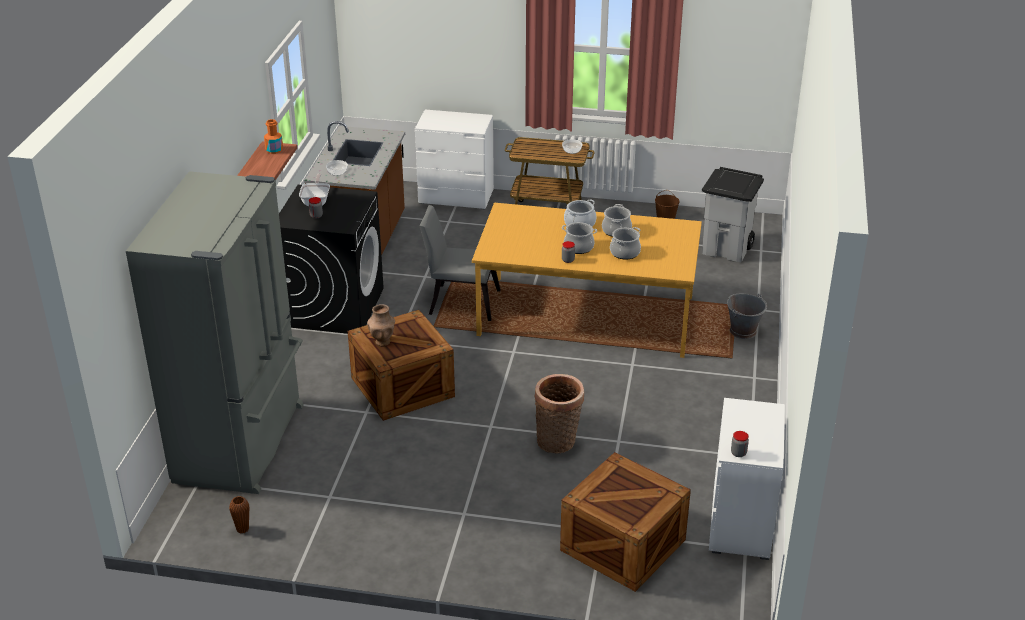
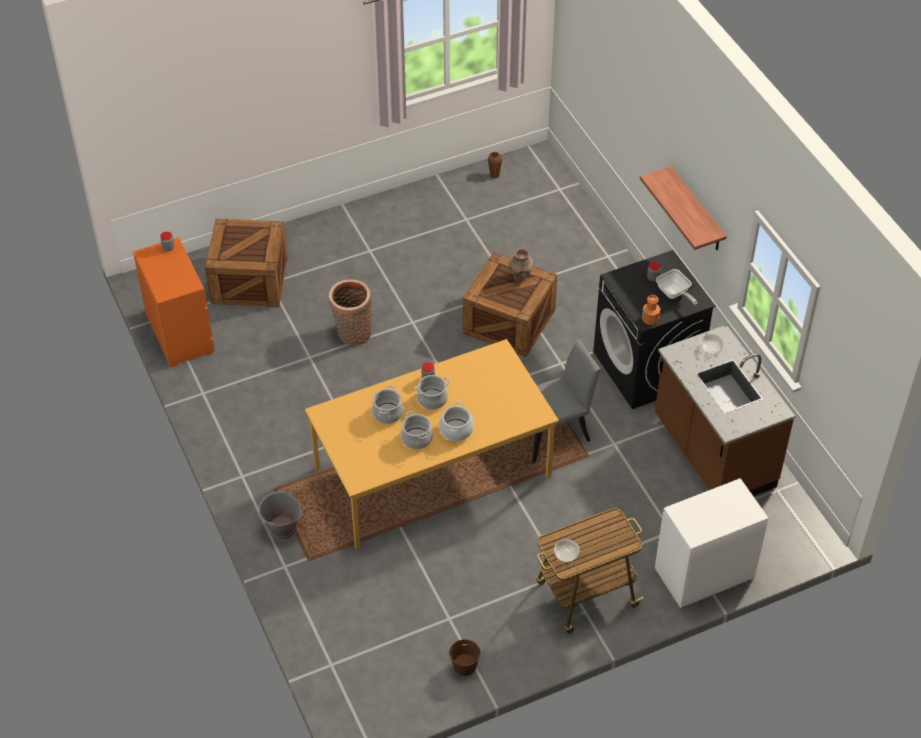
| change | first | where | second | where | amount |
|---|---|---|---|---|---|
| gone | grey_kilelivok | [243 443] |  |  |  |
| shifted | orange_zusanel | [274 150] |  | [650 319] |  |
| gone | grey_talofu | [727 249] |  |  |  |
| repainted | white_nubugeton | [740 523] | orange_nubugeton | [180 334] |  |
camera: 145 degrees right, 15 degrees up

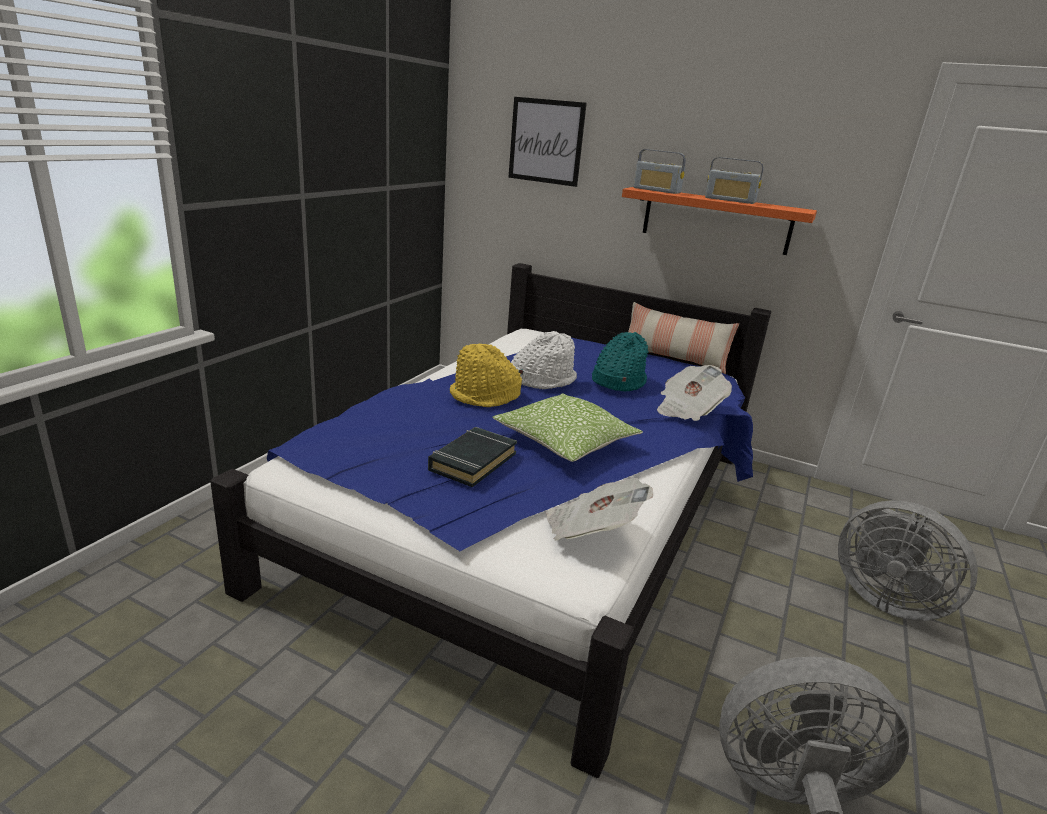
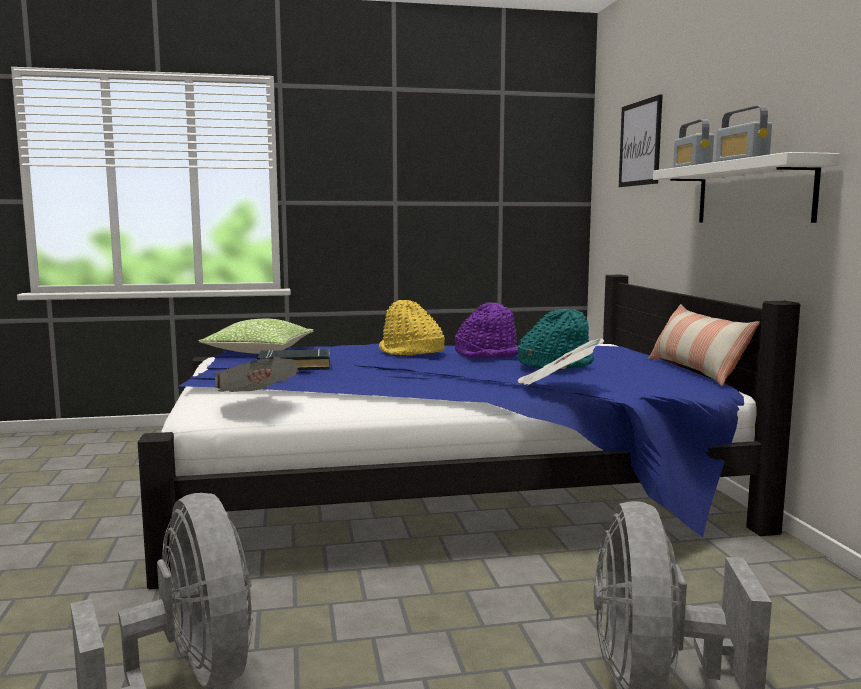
| change | first | where | second | where | amount |
|---|---|---|---|---|---|
| shifted | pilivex | [565 442] |  | [259 351] |  |
| repainted | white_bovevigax | [543 379] | purple_bovevigax | [488 354] |  |
| repainted | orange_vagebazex | [716 220] | white_vagebazex | [753 193] |  |
camera: 55 degrees right, 15 degrees down

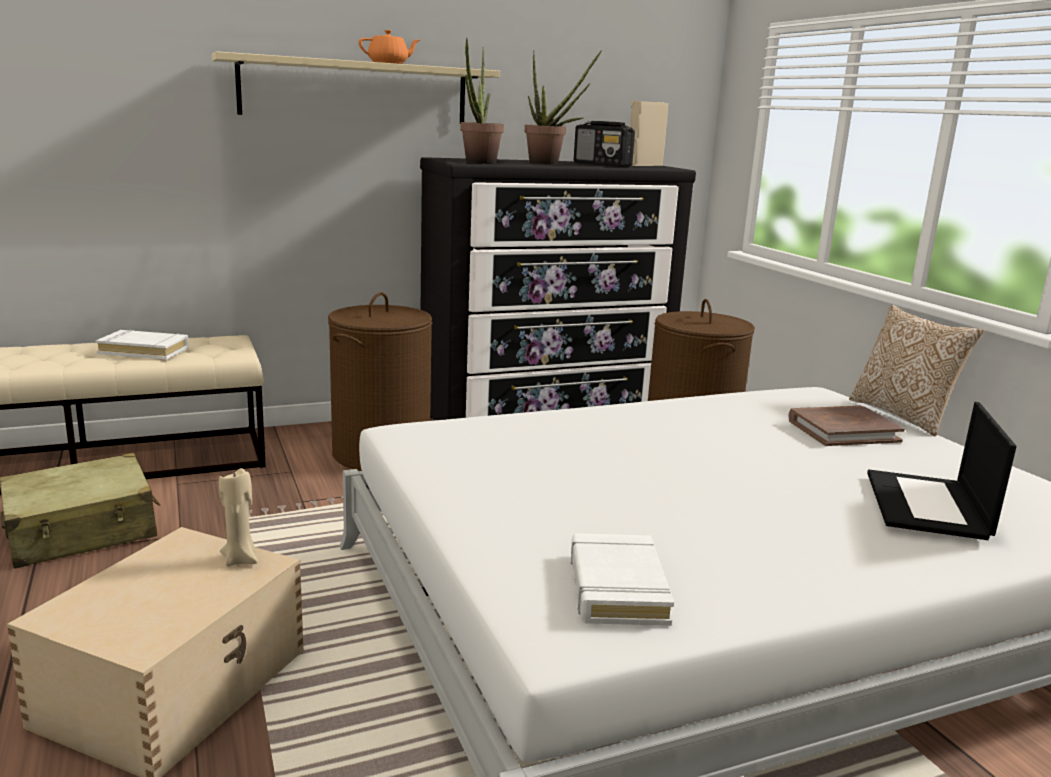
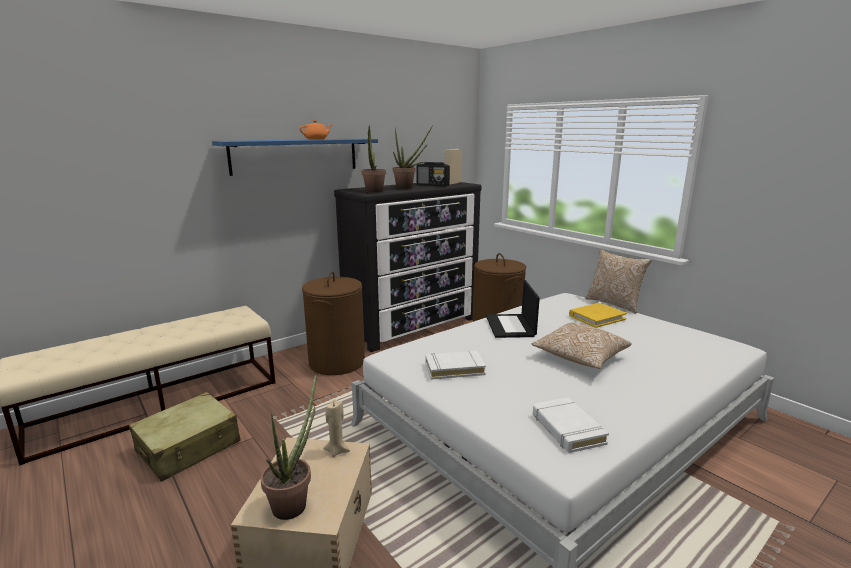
| change | first | where | second | where | amount |
|---|---|---|---|---|---|
| shifted | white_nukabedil | [144 350] |  | [454 369] |  |
| repainted | beige_vagebazex | [355 91] | blue_vagebazex | [296 155] |  |
| repainted | brown_nukabedil | [843 431] | yellow_nukabedil | [596 317] |  |
| shifted | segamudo | [928 506] |  | [510 326] |  |
| new |  |  | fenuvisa | [294 502] |  |
| new |  |  | pilivex | [580 357] |  |
camera: 15 degrees left, 0 degrees up

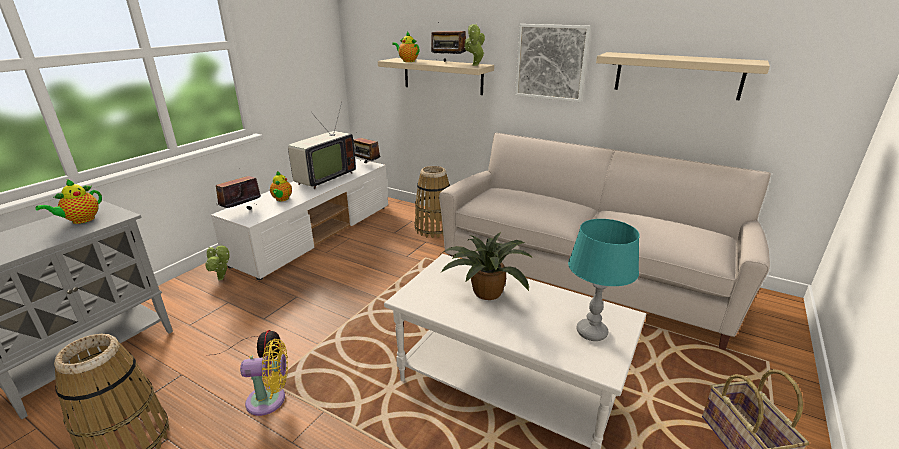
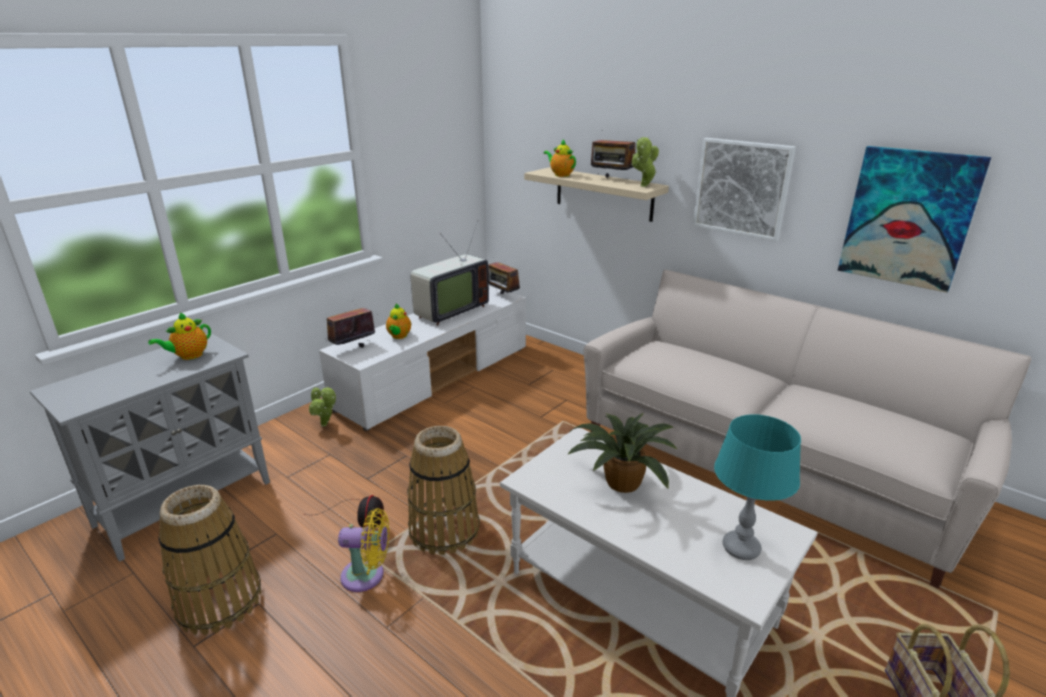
| change | first | where | second | where | amount |
|---|---|---|---|---|---|
| shifted | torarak | [434 228] |  | [444 530] |  |
| swapped | beige_vagebazex | [677 75] | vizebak | [908 218] |  |
camera: 10 degrees right, 0 degrees up

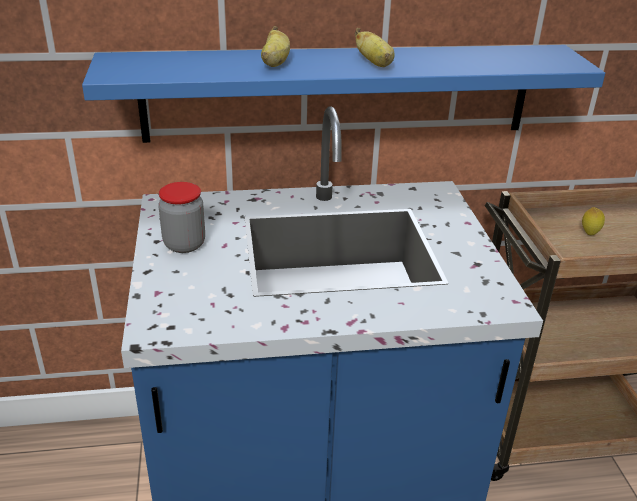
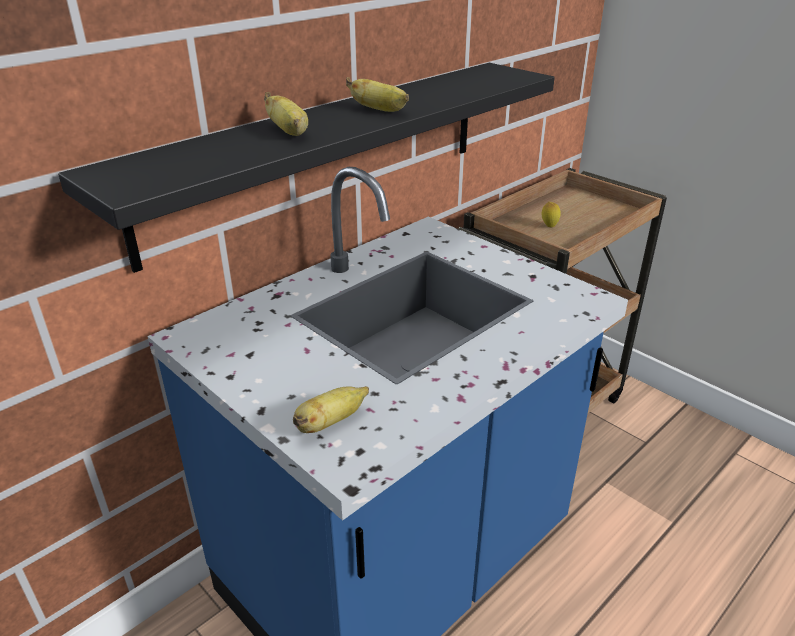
| change | first | where | second | where | amount |
|---|---|---|---|---|---|
| repainted | blue_vagebazex | [338 93] | black_vagebazex | [324 154] |  |
| gone | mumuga | [184 244] |  |  |  |
| new |  |  | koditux | [330 422] |  |
camera: 35 degrees left, 0 degrees up

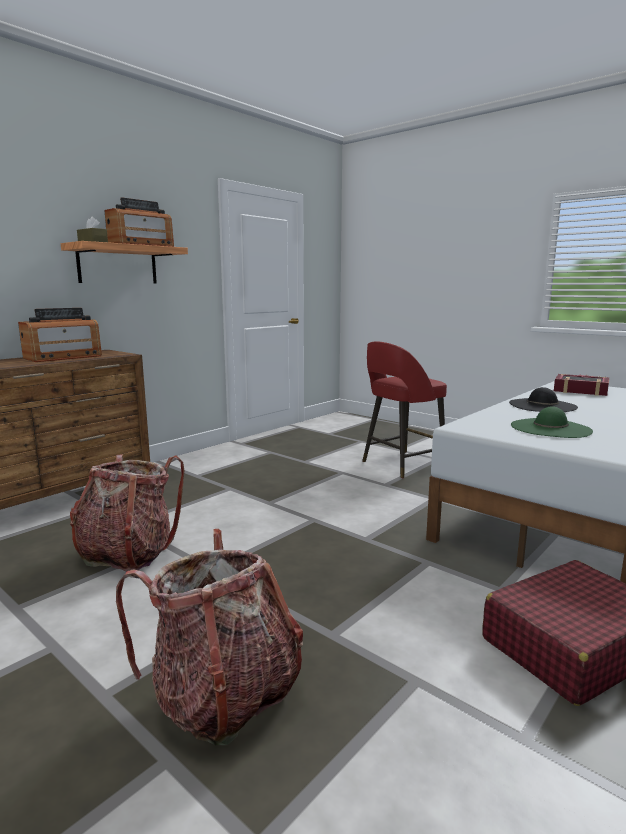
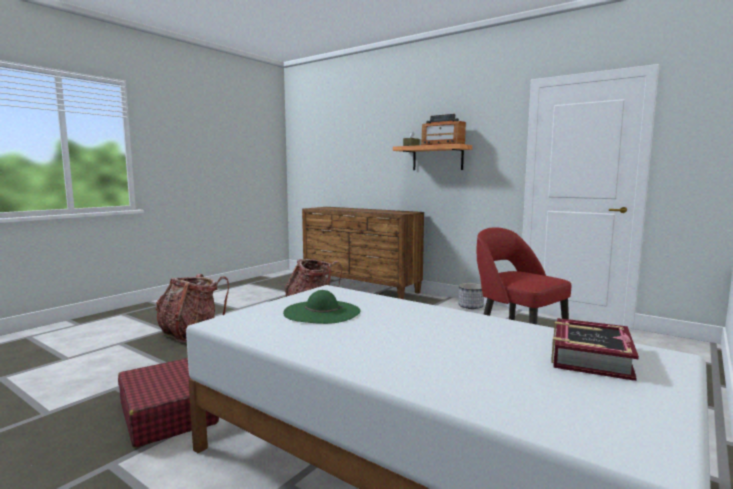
| change | first | where | second | where | amount |
|---|---|---|---|---|---|
| gone | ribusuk | [63 357] |  |  |  |
| gone | black_bovevigax | [542 405] |  |  |  |
| new |  |  | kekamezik | [471 307] |  |
camera: 85 degrees right, 5 degrees down

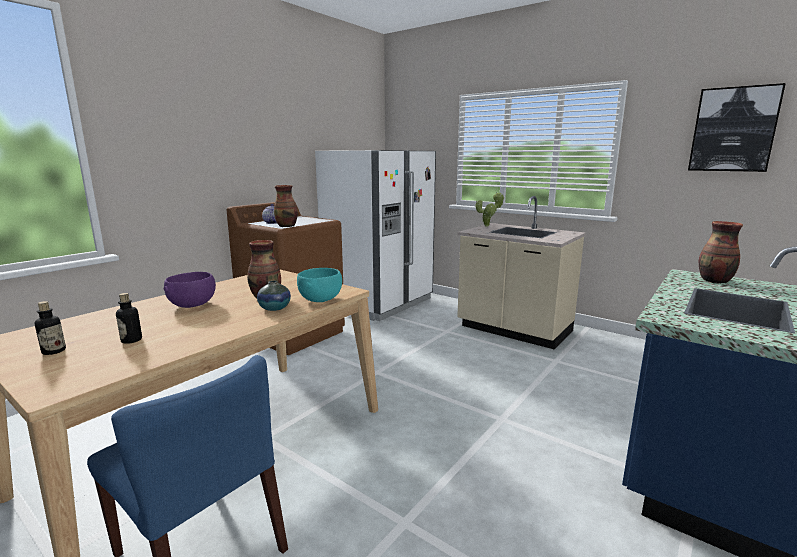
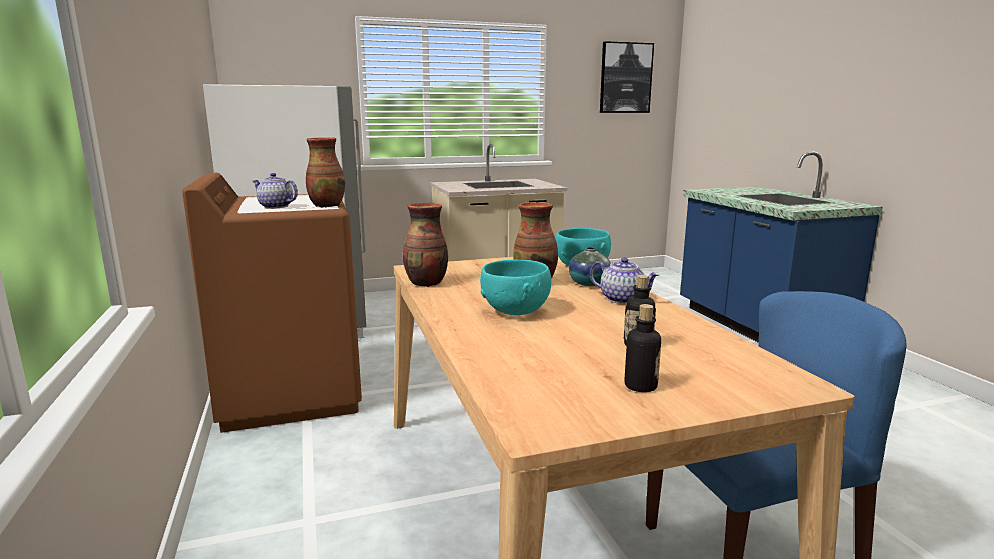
| change | first | where | second | where | amount |
|---|---|---|---|---|---|
| repainted | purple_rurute | [193 305] | turquoise_rurute | [516 311] |  |
| gone | fenuvisa | [488 226] |  |  |  |
| shifted | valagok | [714 281] |  | [426 283] |  |
| new |  |  | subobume | [622 299] |  |
camera: 55 degrees left, 0 degrees up

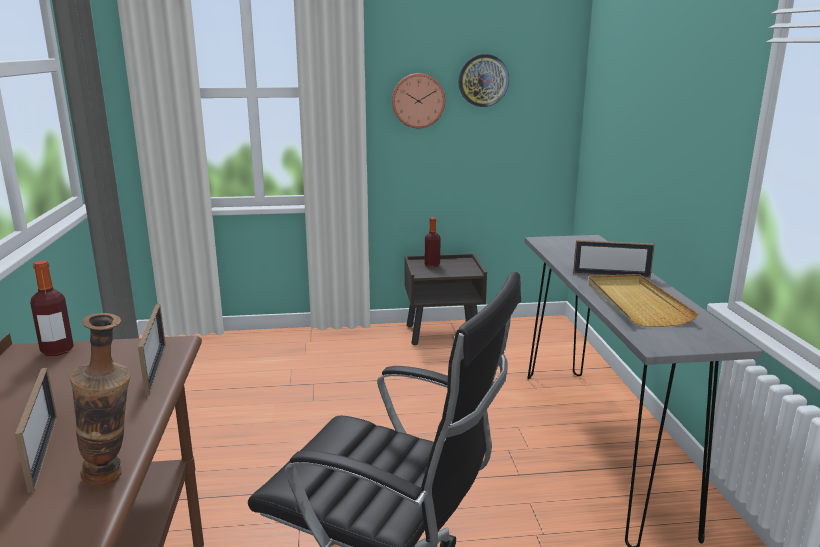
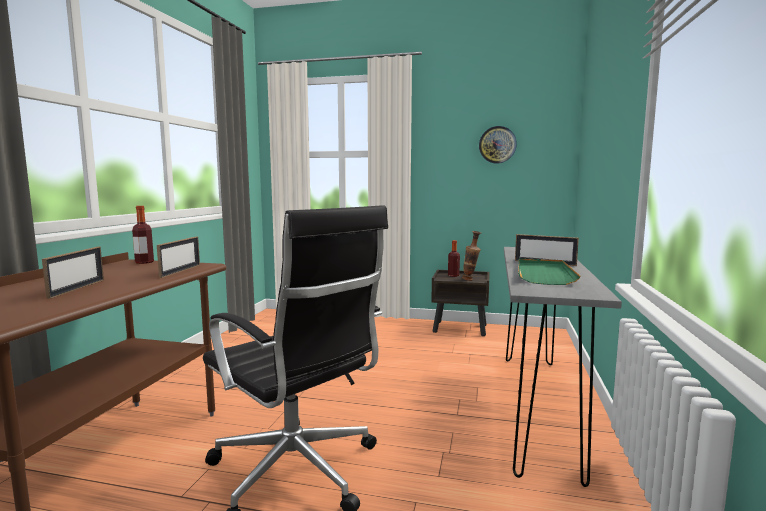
| change | first | where | second | where | amount |
|---|---|---|---|---|---|
| shifted | valagok | [113 478] |  | [470 280] |  |
| gone | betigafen | [418 100] |  |  |  |
| repainted | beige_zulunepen | [635 303] | green_zulunepen | [543 274] |  |
camera: 20 degrees right, 10 degrees down

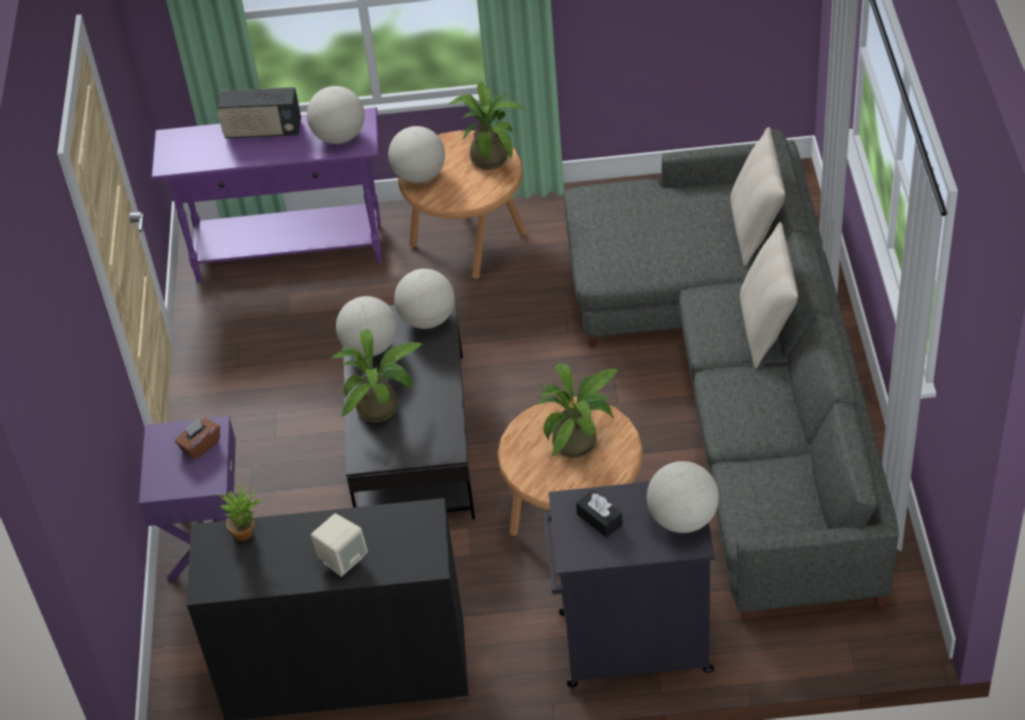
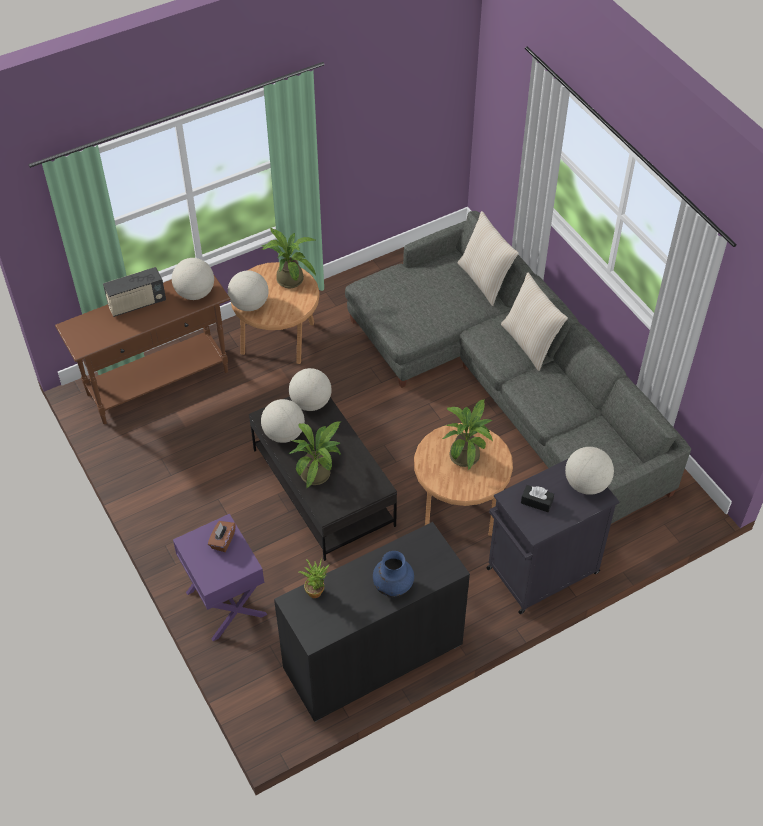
| change | first | where | second | where | amount |
|---|---|---|---|---|---|
| repainted | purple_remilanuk | [290 252] | brown_remilanuk | [159 383] |  |
| swapped | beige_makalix | [342 559] | blue_valagok | [393 586] |  |
camera: 30 degrees left, 5 degrees up

